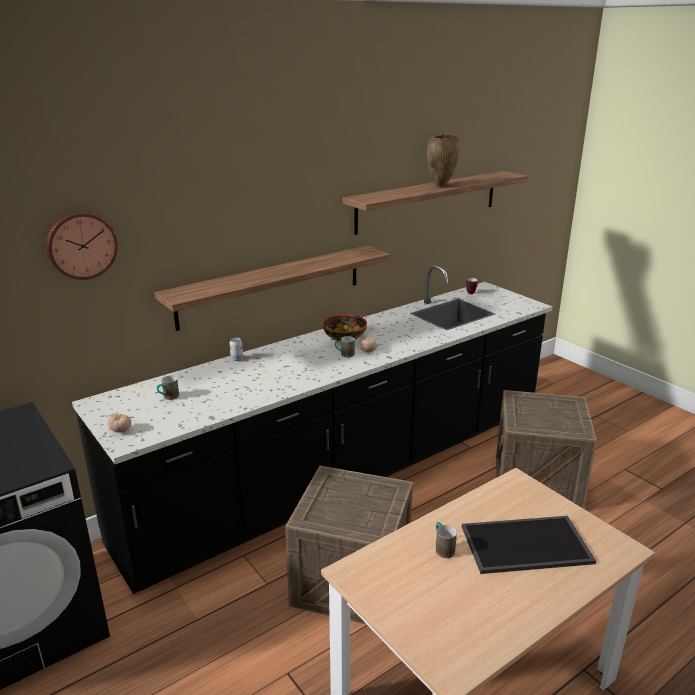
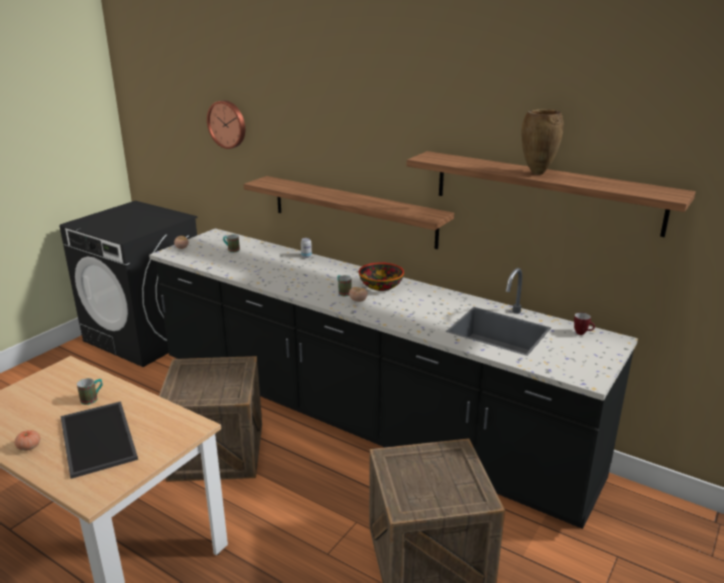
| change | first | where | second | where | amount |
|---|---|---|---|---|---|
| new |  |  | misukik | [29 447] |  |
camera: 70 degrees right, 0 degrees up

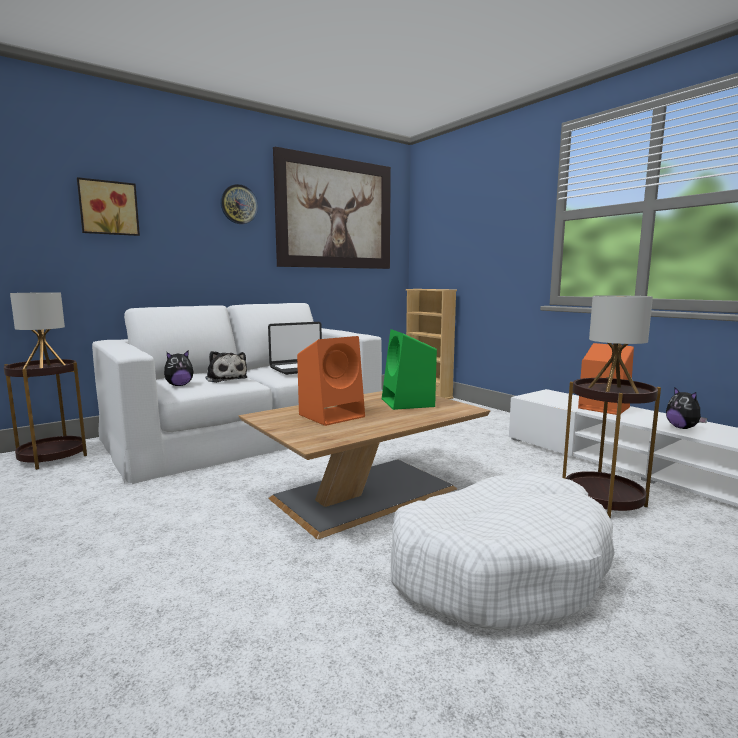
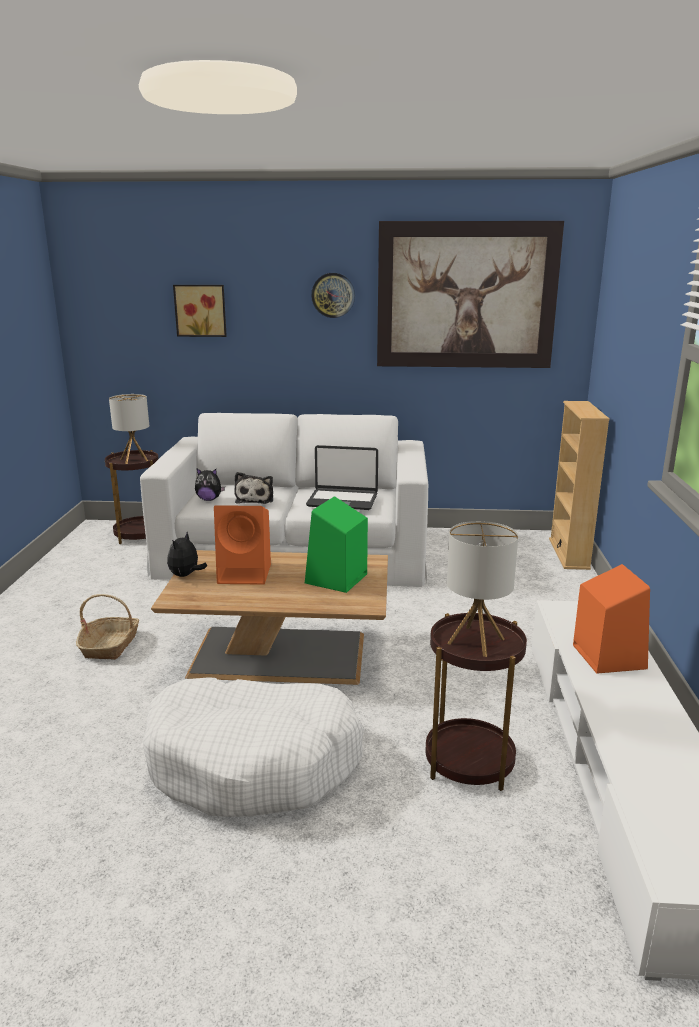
| change | first | where | second | where | amount |
|---|---|---|---|---|---|
| shifted | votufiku | [682 428] |  | [186 575] |  |
| new |  |  | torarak | [110 645] |  |
camera: 40 degrees right, 10 degrees up

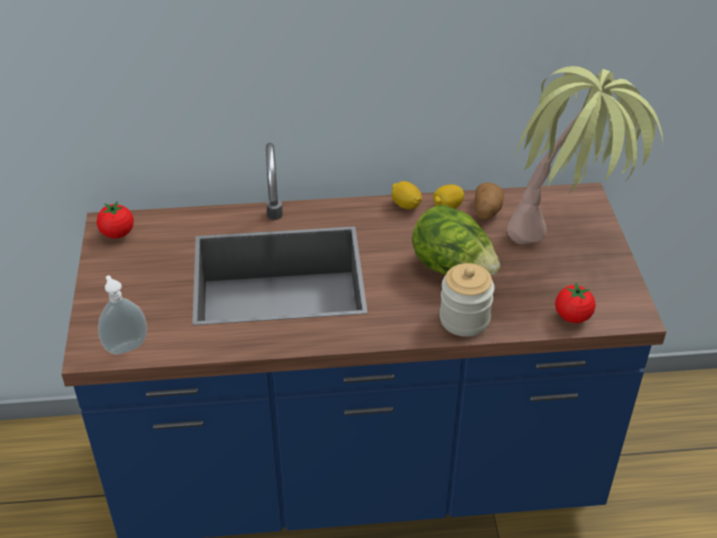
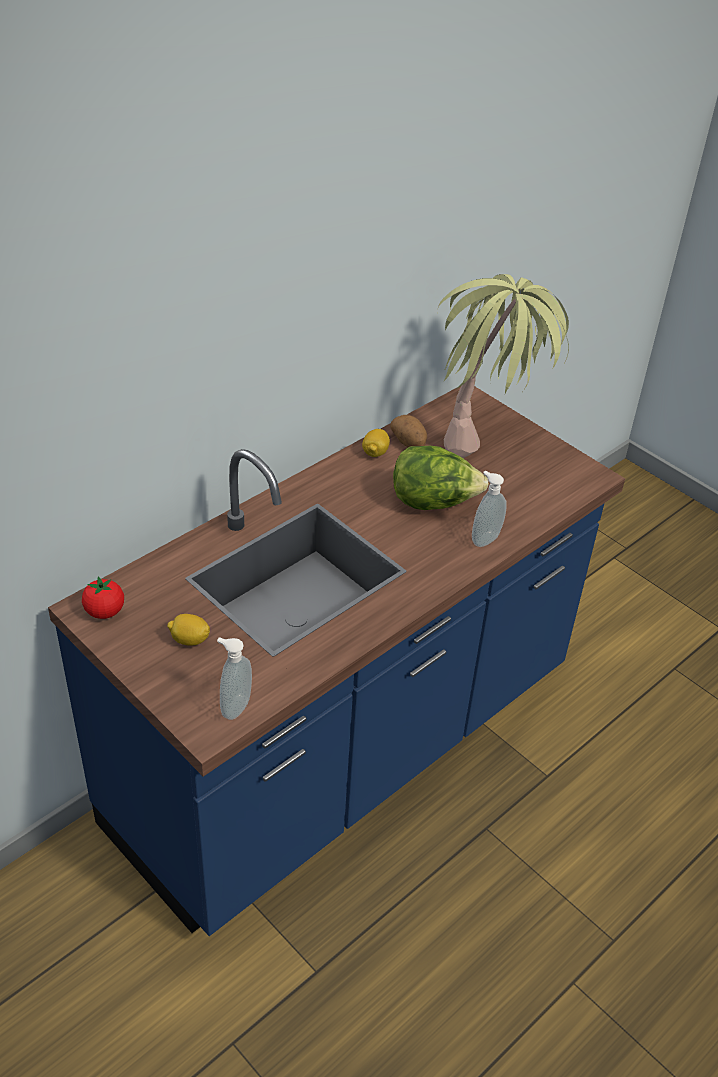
| change | first | where | second | where | amount |
|---|---|---|---|---|---|
| shifted | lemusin | [406 205] |  | [189 640] |  |
| swapped | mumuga | [464 319] | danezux | [484 538] |  |
| gone | misukik | [572 316] |  |  |  |
camera: 40 degrees left, 0 degrees up

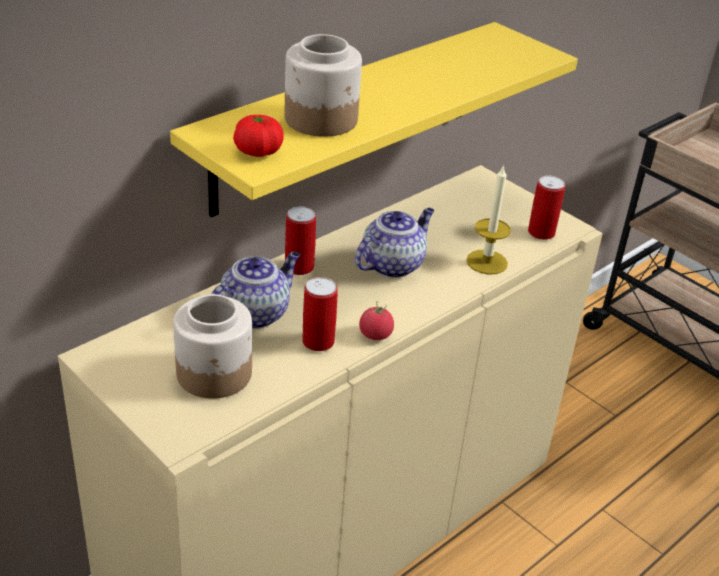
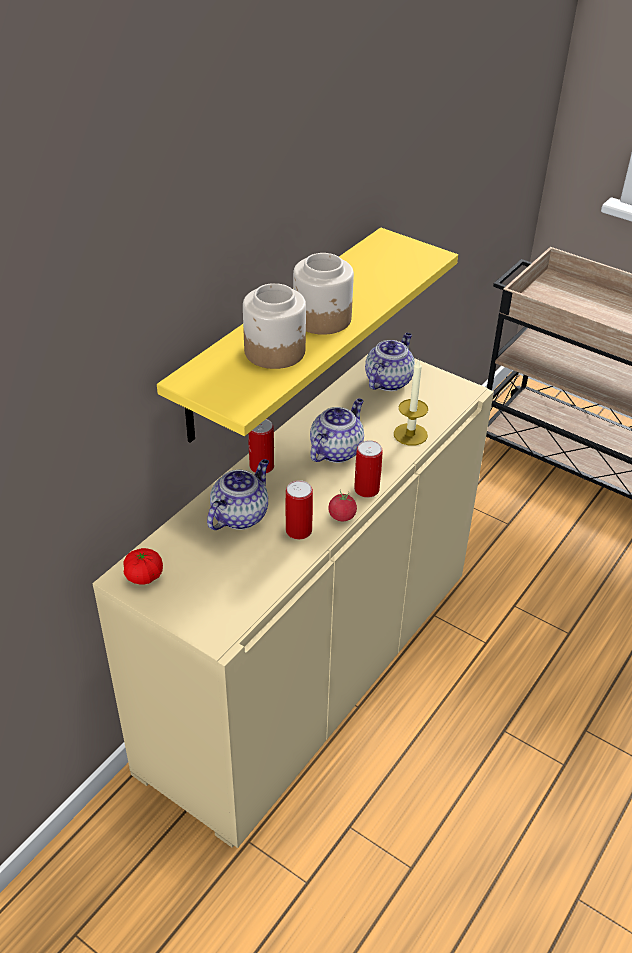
| change | first | where | second | where | amount |
|---|---|---|---|---|---|
| shifted | mumuga | [215 374] |  | [323 319] |  |
| shifted | misukik | [258 151] |  | [144 576] |  |
| shifted | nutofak | [541 232] |  | [366 489] |  |
| new |  |  | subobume | [388 380] |  |
camera: 10 degrees left, 5 degrees up

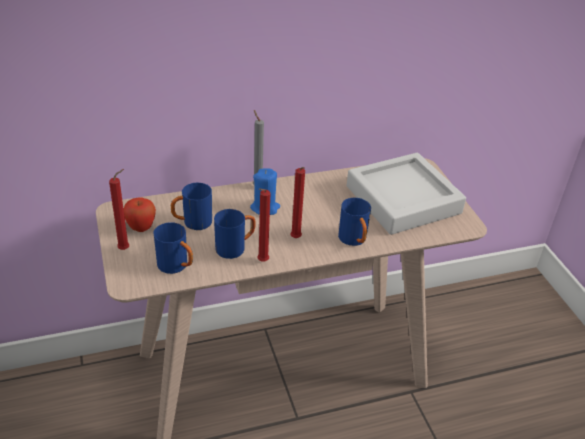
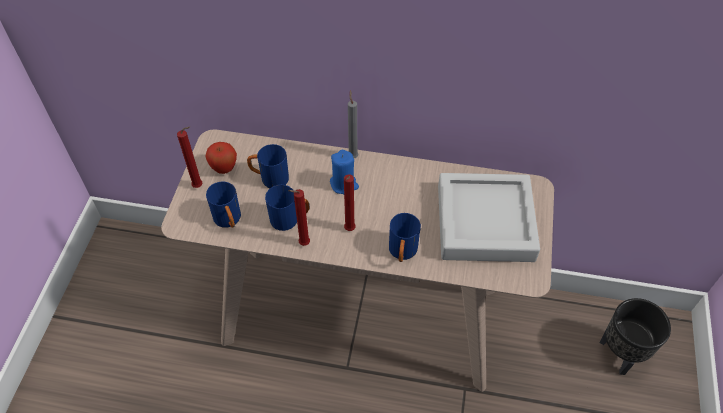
| change | first | where | second | where | amount |
|---|---|---|---|---|---|
| new |  |  | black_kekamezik | [621 353] |  |
camera: 30 degrees right, 15 degrees up

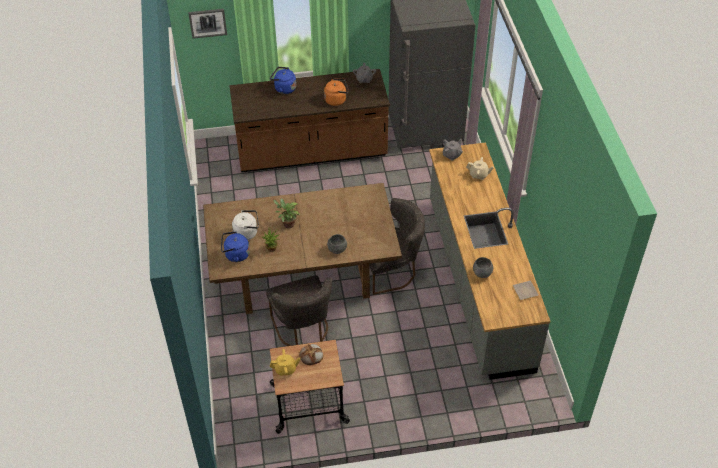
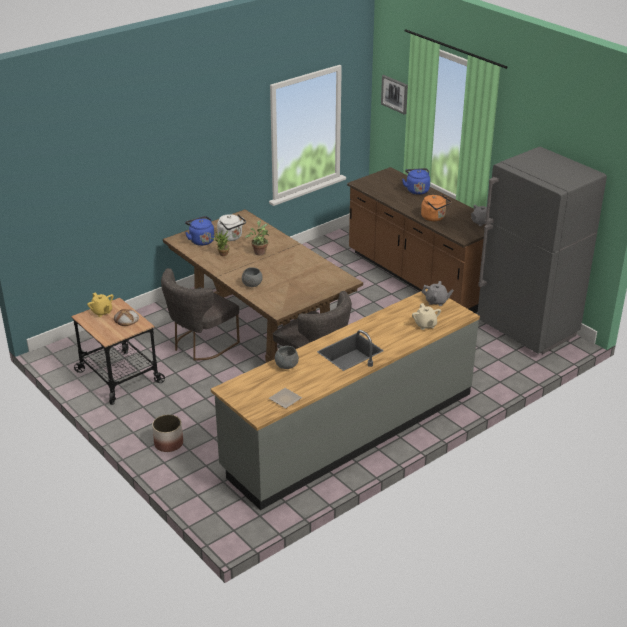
| change | first | where | second | where | amount |
|---|---|---|---|---|---|
| new |  |  | kekamezik | [169 443] |  |
camera: 60 degrees right, 15 degrees down

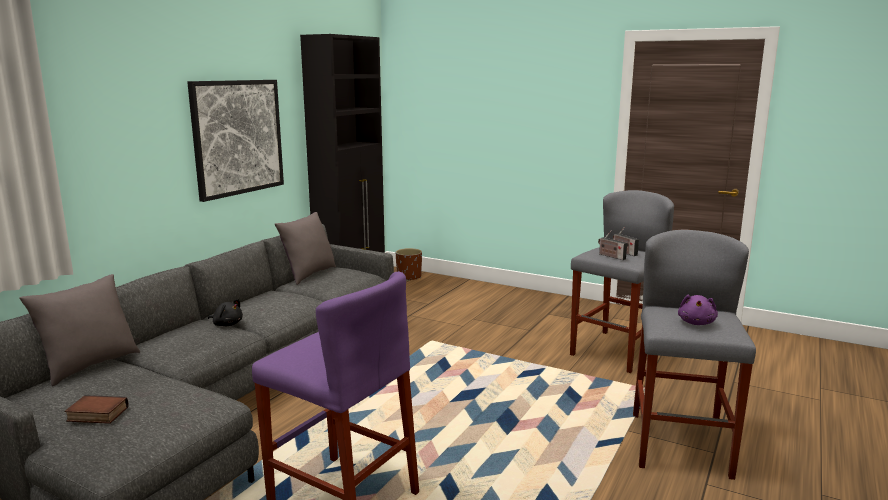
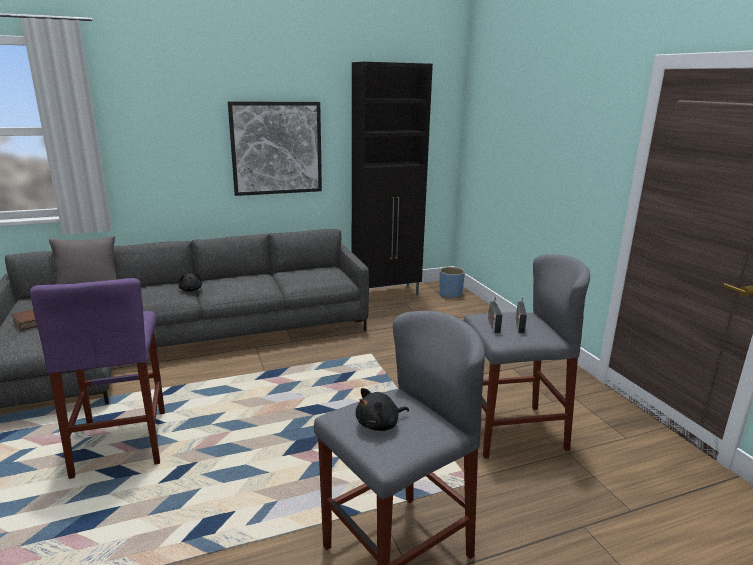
| change | first | where | second | where | amount |
|---|---|---|---|---|---|
| gone | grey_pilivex | [308 275] |  |  |  |
| repainted | brown_kekamezik | [409 277] | blue_kekamezik | [450 294] |  |
| repainted | purple_votufiku | [696 323] | black_votufiku | [380 424] |  |
camera: 40 degrees right, 5 degrees up

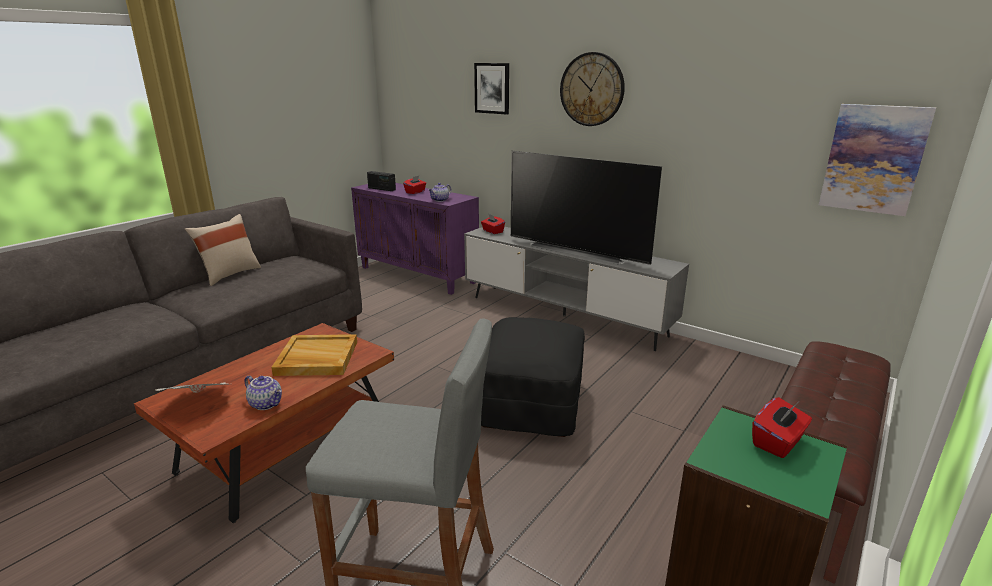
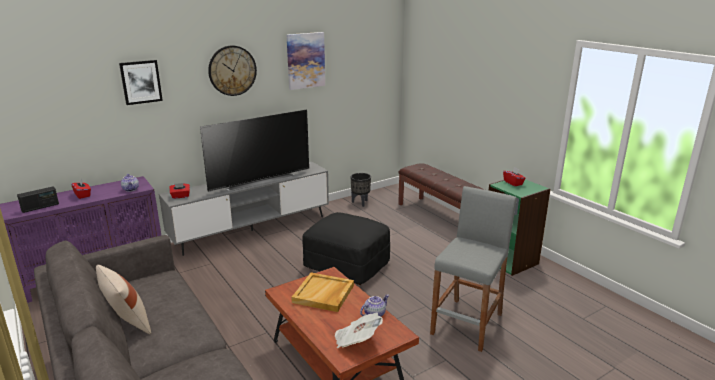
| change | first | where | second | where | amount |
|---|---|---|---|---|---|
| shifted | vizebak | [873 159] |  | [305 60] |  |
| new |  |  | black_kekamezik | [360 203] |  |
camera: 70 degrees left, 0 degrees up

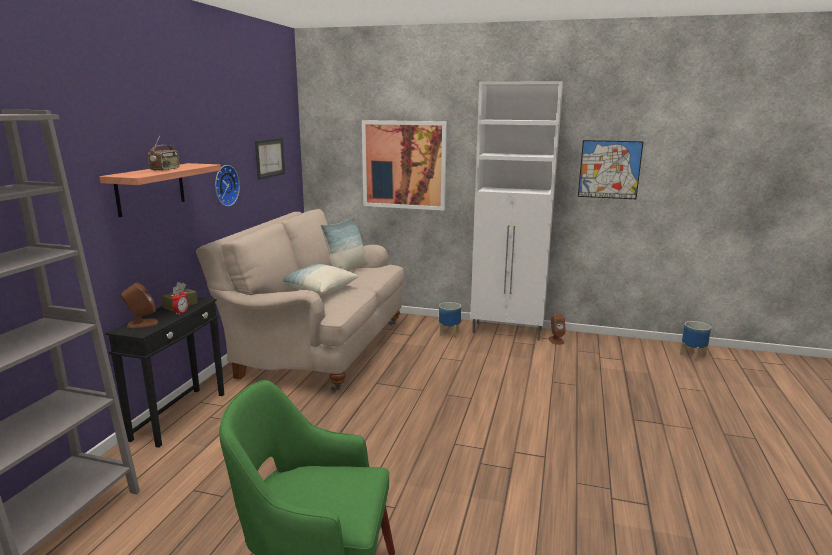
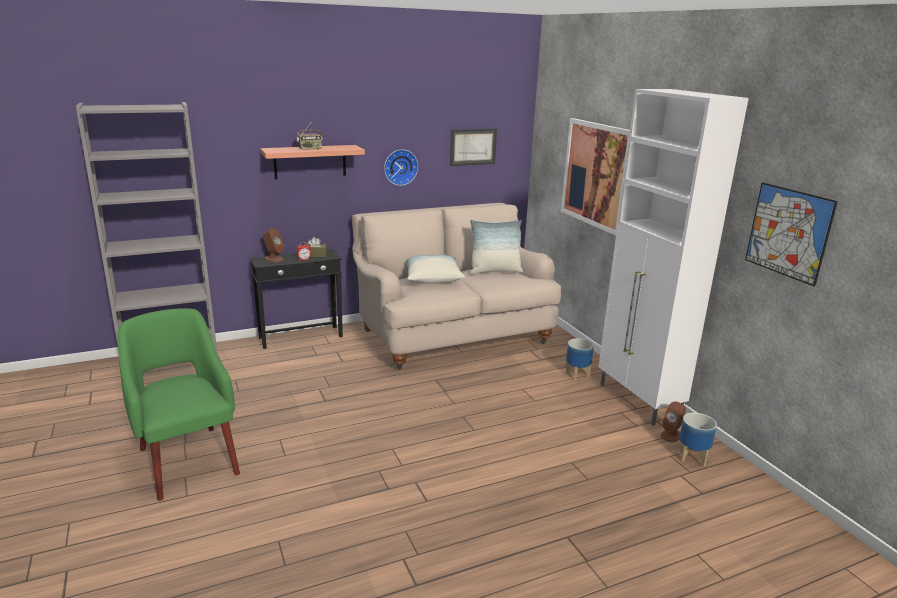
| change | first | where | second | where | amount |
|---|---|---|---|---|---|
| shifted | kekamezik | [693 355] |  | [692 457] |  |
camera: 50 degrees right, 5 degrees up

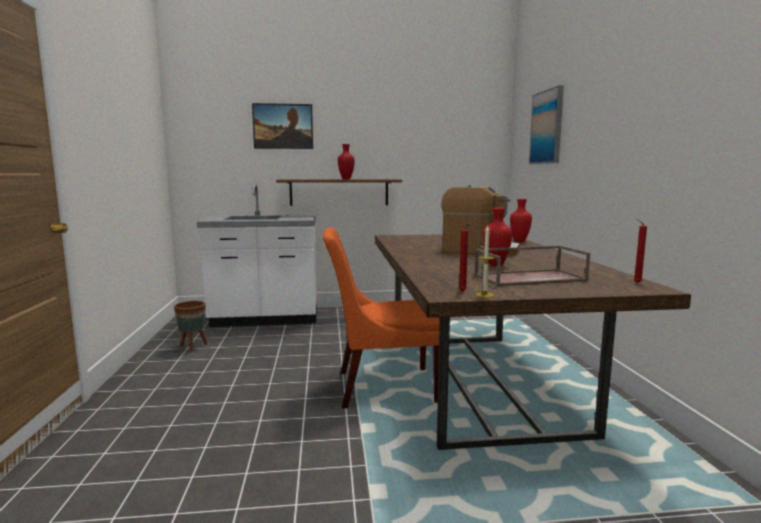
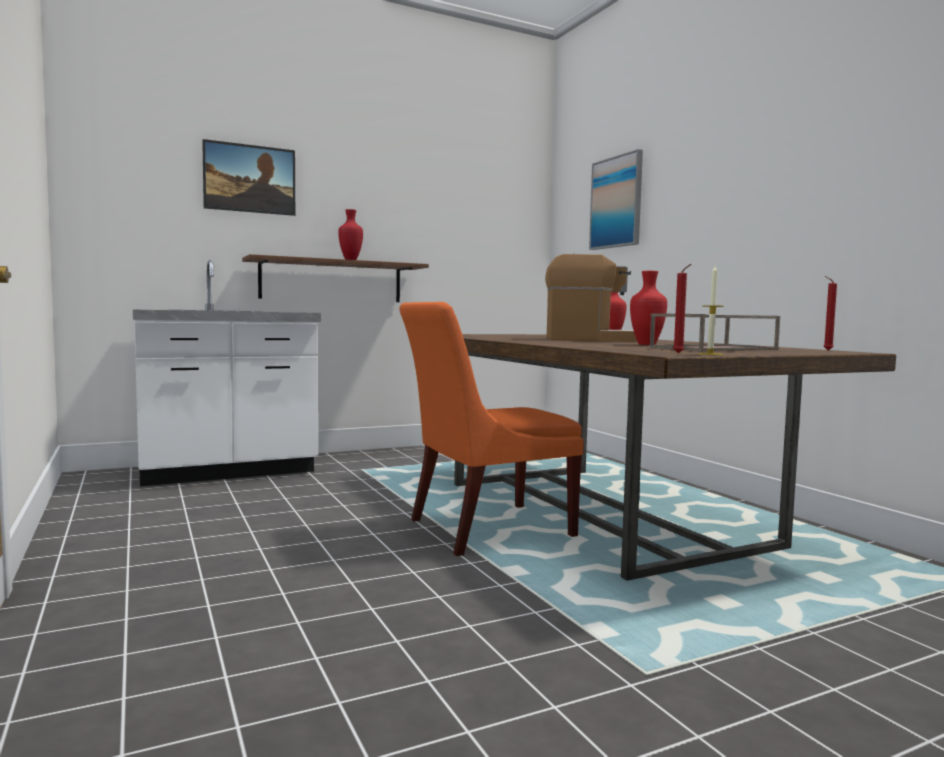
| change | first | where | second | where | amount |
|---|---|---|---|---|---|
| gone | brown_kekamezik | [193 347] |  |  |  |
camera: 20 degrees left, 5 degrees down

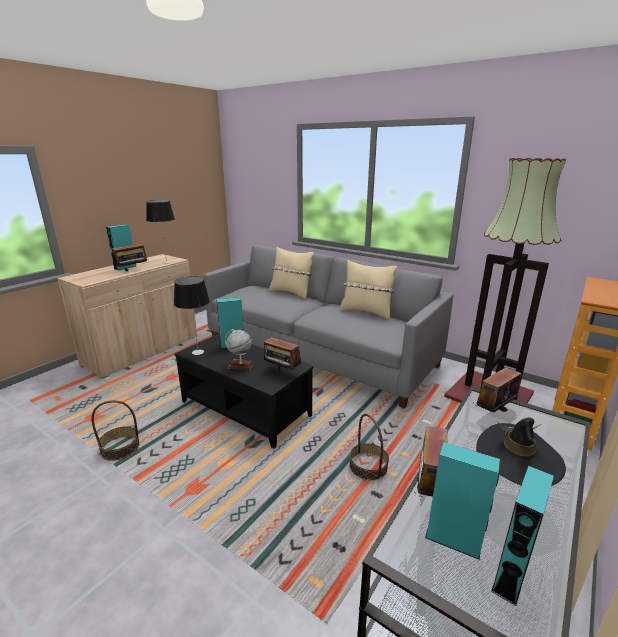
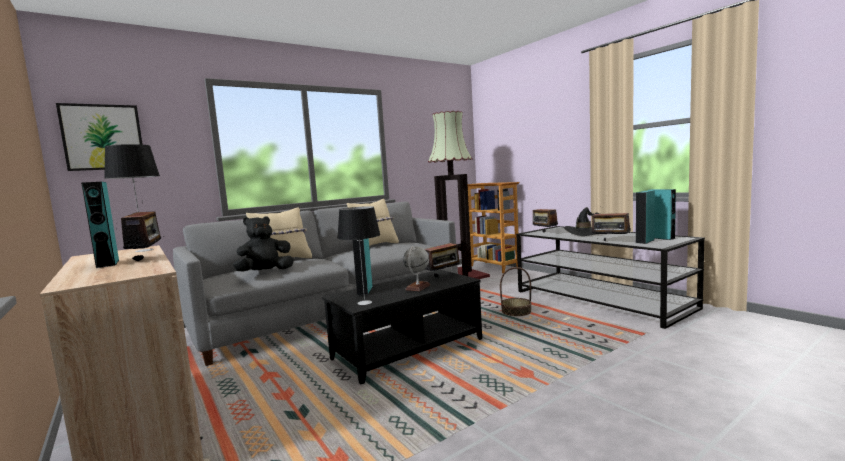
| change | first | where | second | where | amount |
|---|---|---|---|---|---|
| gone | torarak | [120 448] |  |  |  |
| new |  |  | vizebak | [103 137] |  |
| new |  |  | black_votufiku | [265 272] |  |
camera: 70 degrees left, 15 degrees down

